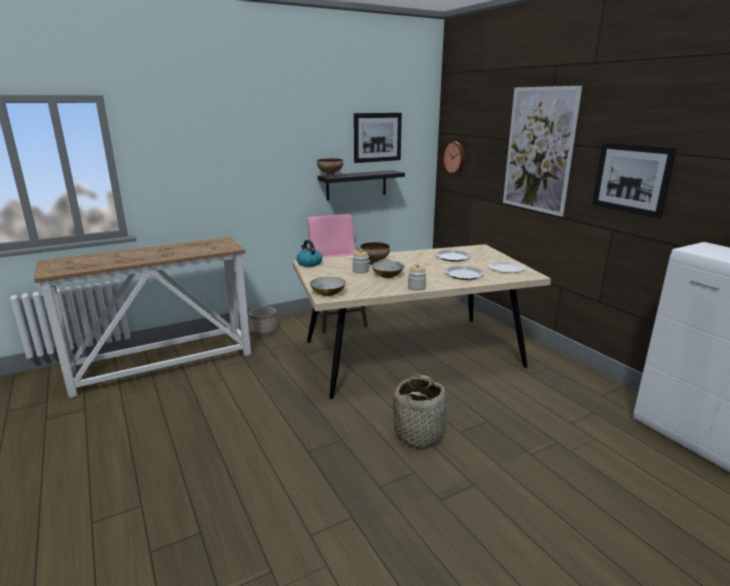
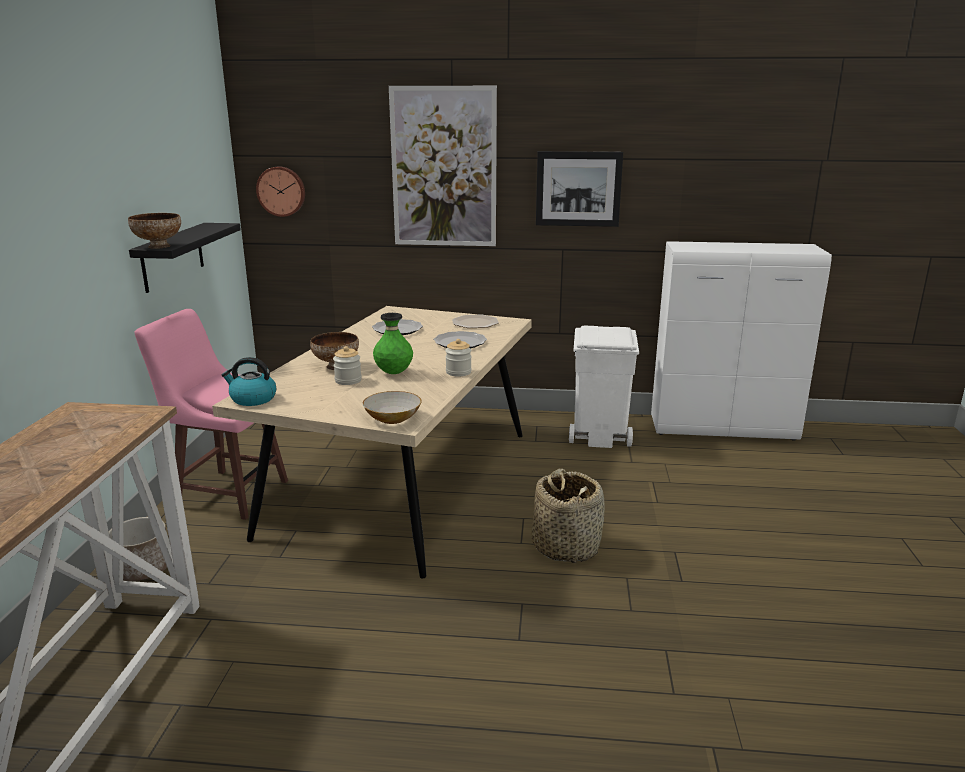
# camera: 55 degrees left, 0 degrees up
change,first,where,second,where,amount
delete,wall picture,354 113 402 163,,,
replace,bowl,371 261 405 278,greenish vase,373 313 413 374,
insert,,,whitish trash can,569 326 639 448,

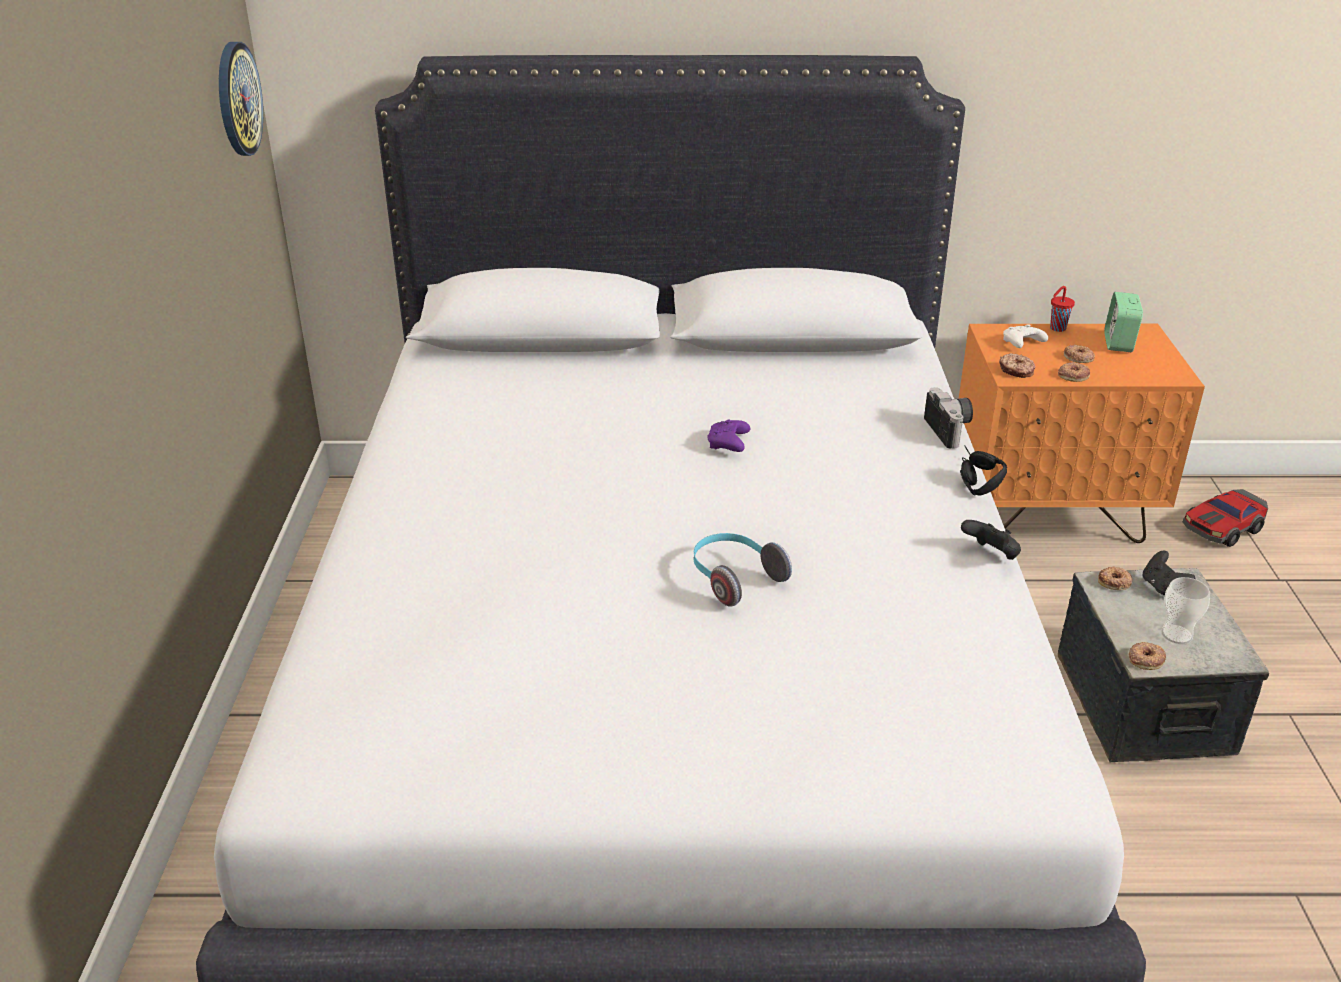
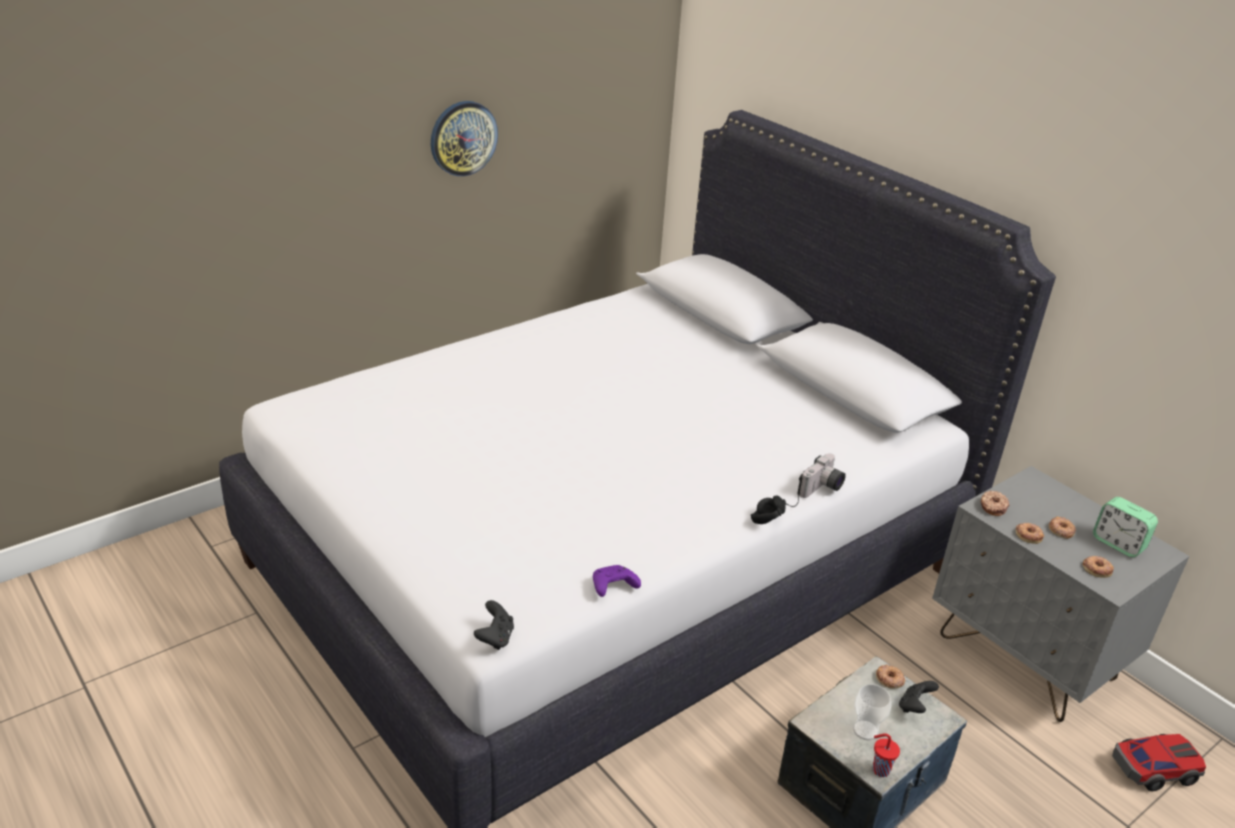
# camera: 50 degrees right, 0 degrees up
change,first,where,second,where,amount
move,hanging clock,219 42 263 156,,431 101 498 176,
delete,pair of headphones,694 533 792 607,,,
move,purple-coloured game controller,708 419 750 452,,593 565 641 597,
recolor,orange-coloured night table,959 324 1205 543,greyish night table,932 466 1189 722,
move,black game controller,961 520 1021 560,,474 600 514 650,
delete,whitish game controller,1003 325 1048 348,,,
move,red-coloured drinking cup,1050 286 1075 332,,872 733 900 777,
rotate,table clock,1104 292 1143 352,,1093 497 1158 557,105 degrees counterclockwise
move,doughnut,1129 642 1166 670,,1083 556 1114 578,
rotate,miniature car,1182 489 1268 547,,1112 734 1206 791,150 degrees clockwise

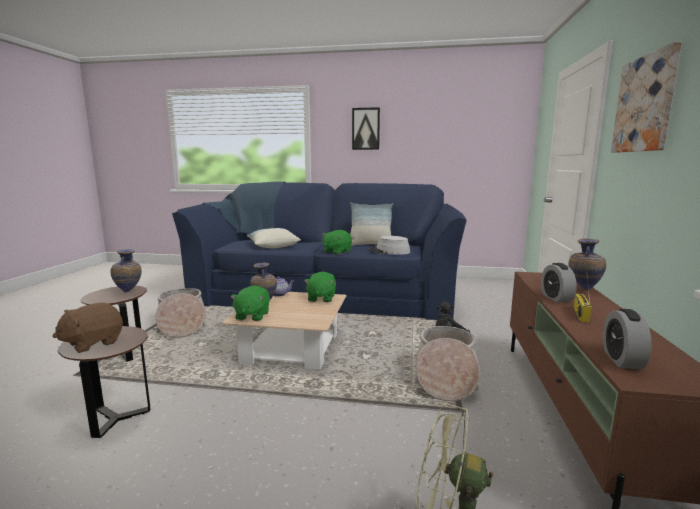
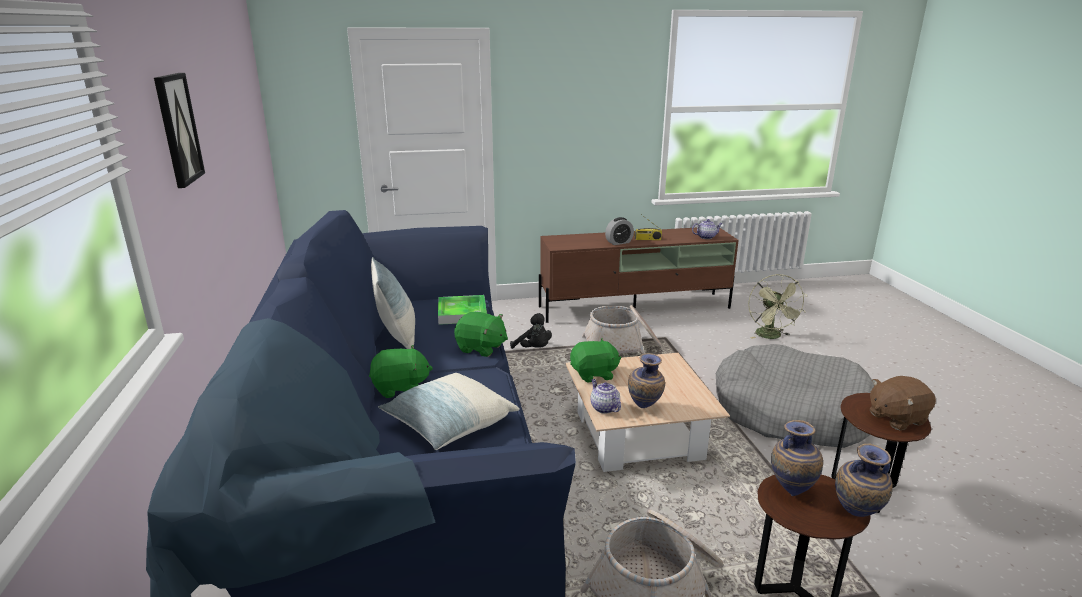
# camera: 110 degrees left, 10 degrees up
change,first,where,second,where,amount
rotate,brownish plush toy,53 302 123 353,,869 376 936 431,135 degrees clockwise
move,greenish plush toy,230 286 270 321,,369 345 433 398,
replace,greyish wearable hat,368 236 410 255,carrying tray,438 295 487 325,
move,vase,569 239 606 290,,835 443 893 517,
replace,table clock,603 309 651 370,pot for tea,692 219 723 239,
delete,wall picture,611 42 682 153,,,
insert,,,greyish pet bed,716 344 874 448,

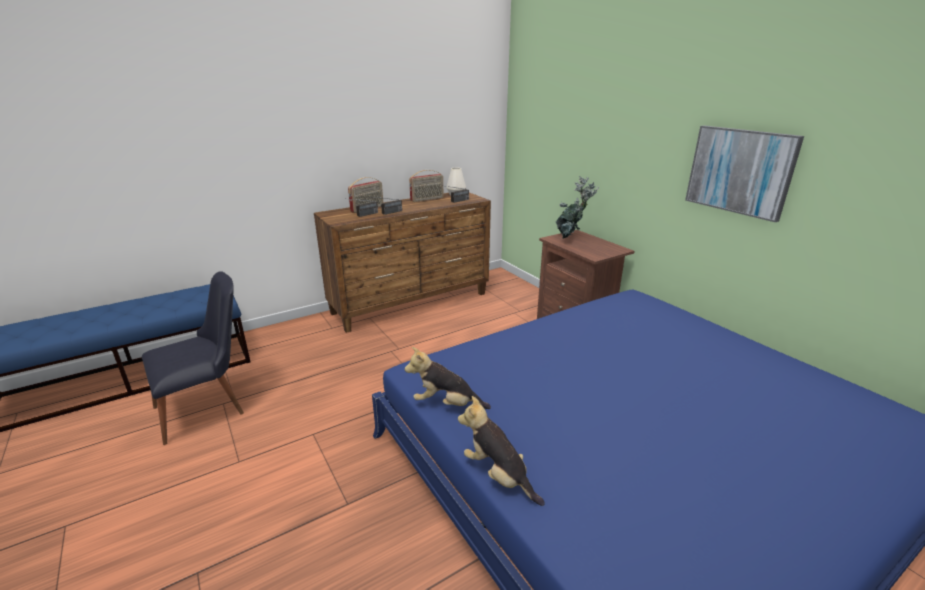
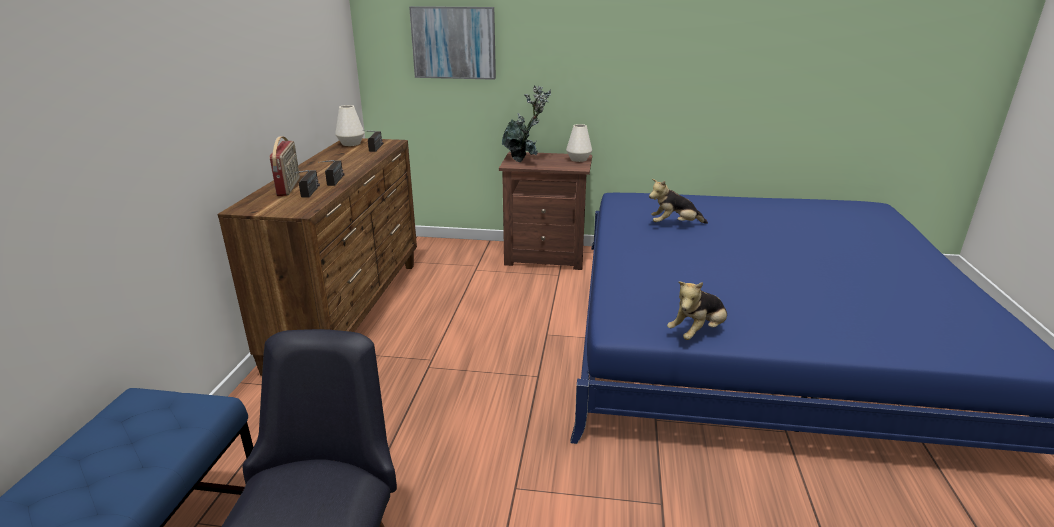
# camera: 50 degrees left, 0 degrees up
change,first,where,second,where,amount
delete,radio,409 170 443 202,,,
move,plush toy,458 396 545 506,,649 179 708 224,
move,wall picture,685 126 804 222,,409 6 496 80,
insert,,,whitish vase,566 124 592 162,

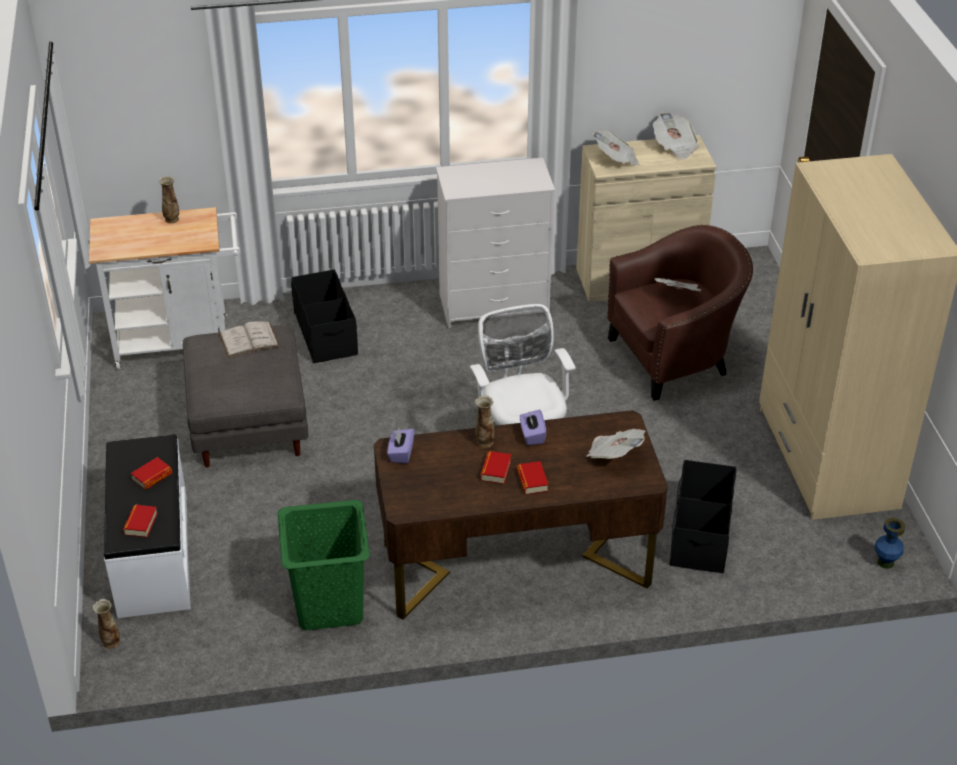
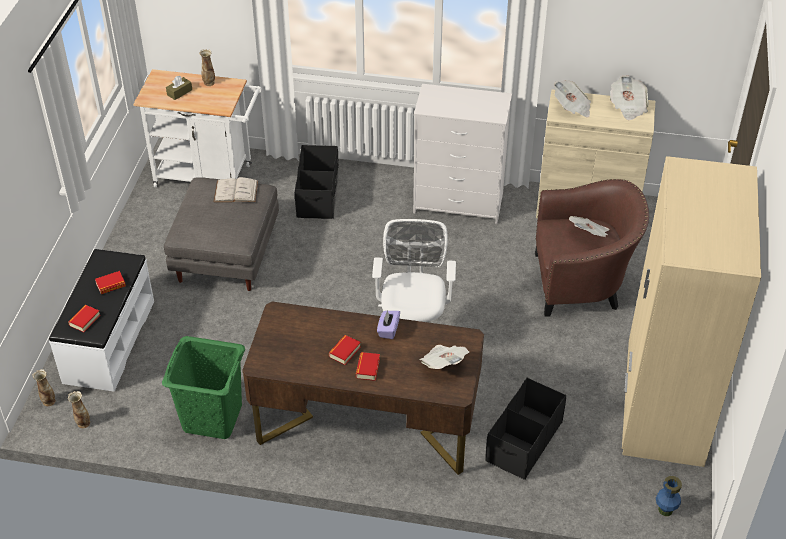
# camera: 20 degrees right, 5 degrees up
change,first,where,second,where,amount
delete,purple-coloured box of tissues,387 428 414 464,,,
move,vase,475 395 495 448,,68 391 90 428,
insert,,,brownish box of tissues,166 76 192 100,

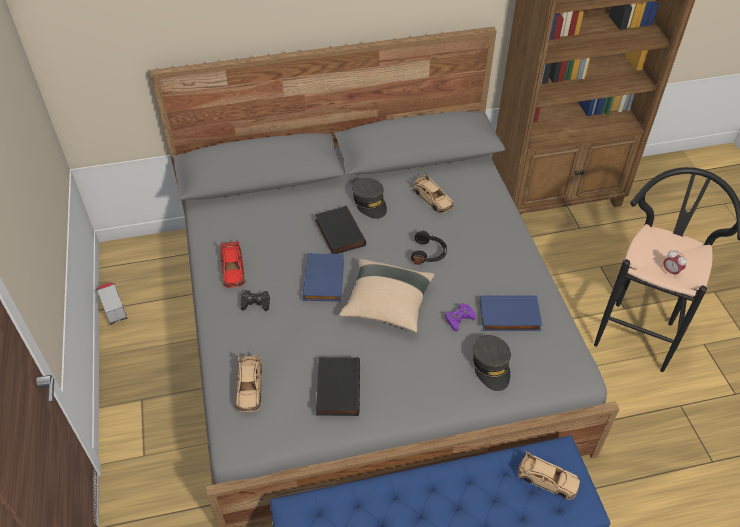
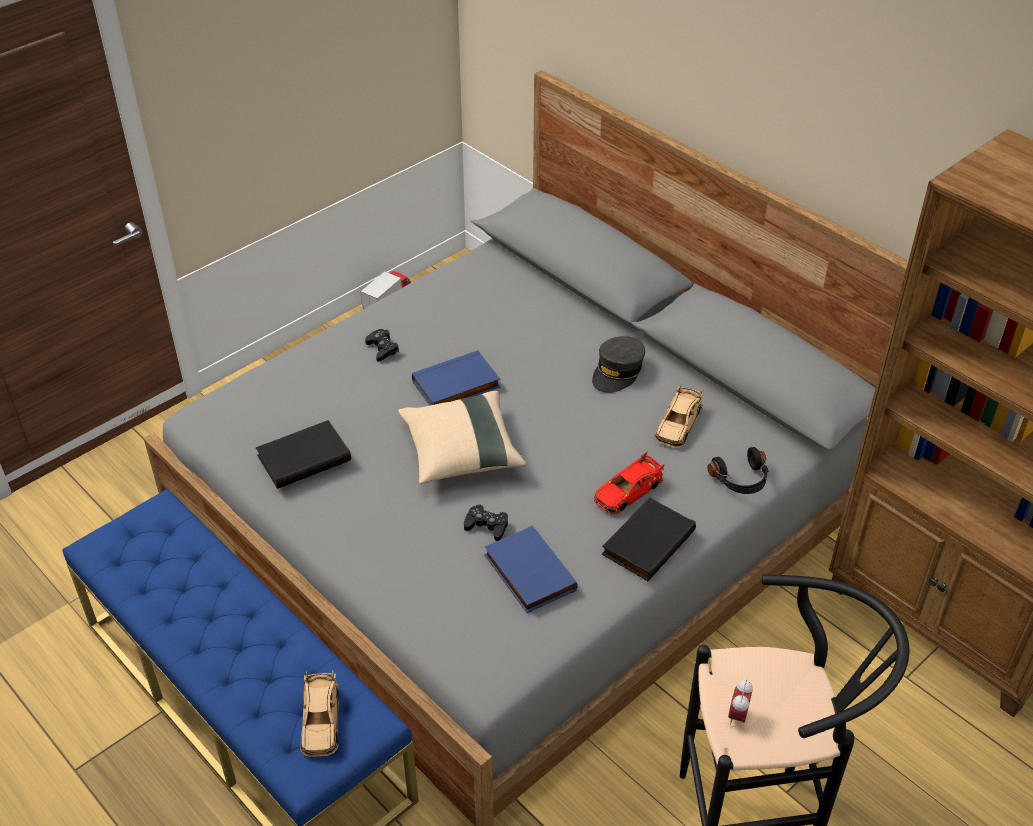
# camera: 60 degrees right, 5 degrees down
change,first,where,second,where,amount
move,red-coloured miniature car,220 240 246 288,,594 452 664 514,
delete,beige miniature car,236 353 262 412,,,
move,black bound book,315 206 366 254,,602 497 696 581,
move,black pair of headphones,411 230 447 265,,707 447 769 494,
recolor,purple-coloured game controller,445 303 476 332,black game controller,464 504 508 541,
delete,greyish cap,472 335 511 391,,,

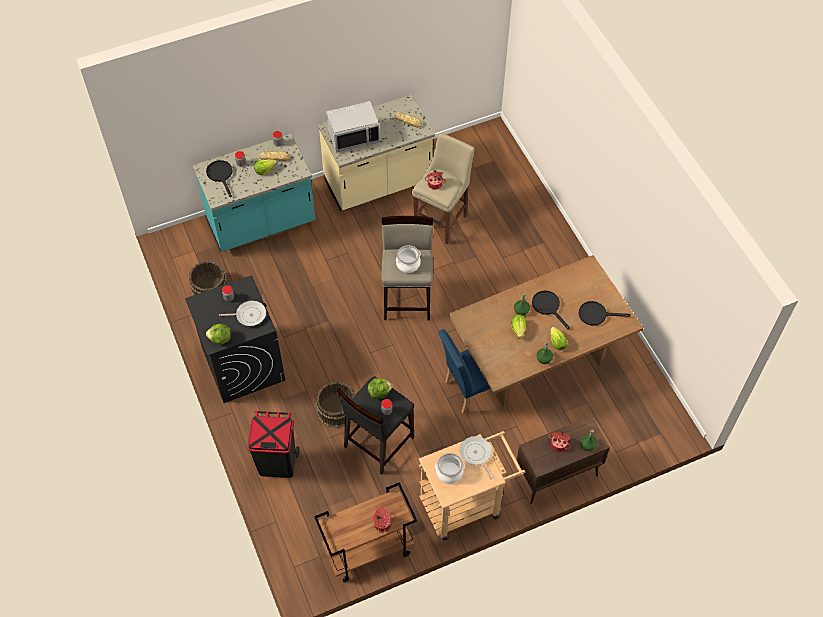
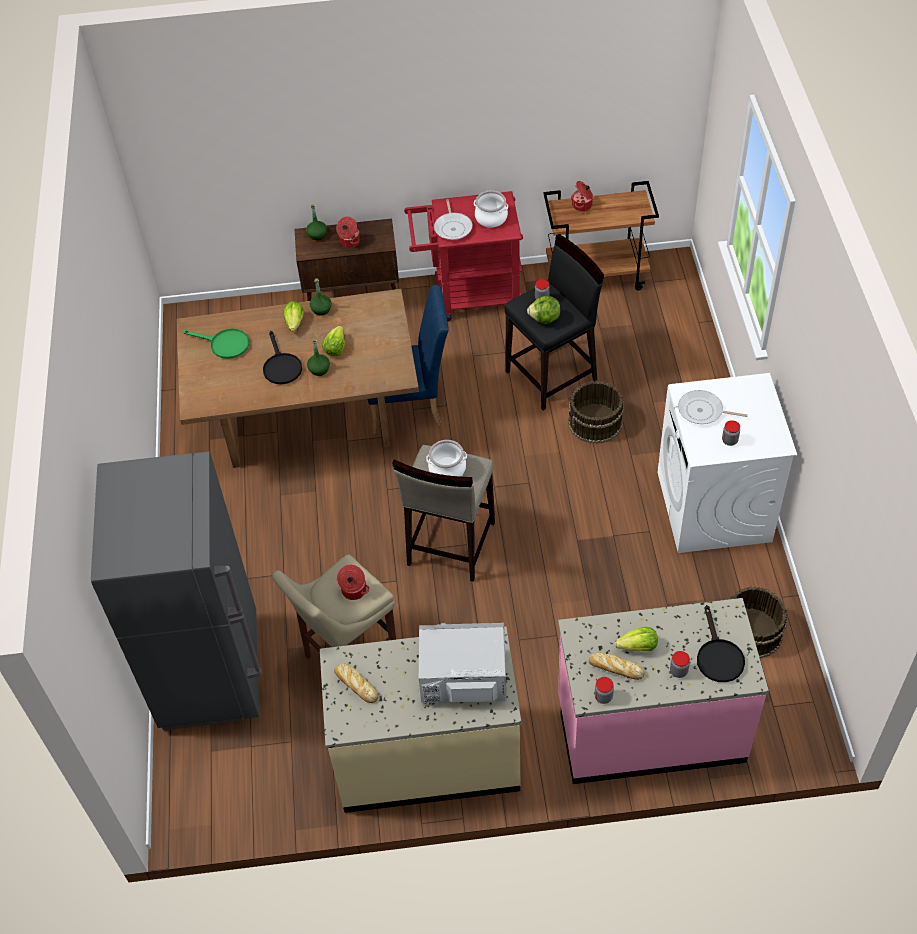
# camera: 160 degrees left, 5 degrees down
change,first,where,second,where,amount
recolor,black washing machine,185 275 285 403,whitish washing machine,657 373 797 553,
recolor,blue-green kitchen base unit,193 134 315 252,pink kitchen base unit,558 598 769 784,
delete,lettuce head,206 324 231 345,,,
delete,black trash can,247 411 299 478,,,
recolor,beige trolley,419 431 525 541,red-coloured trolley,404 191 523 322,
recolor,black pan,579 301 631 326,greenish pan,183 328 249 359,
insert,,,greyish refrigerator,91 452 262 730,

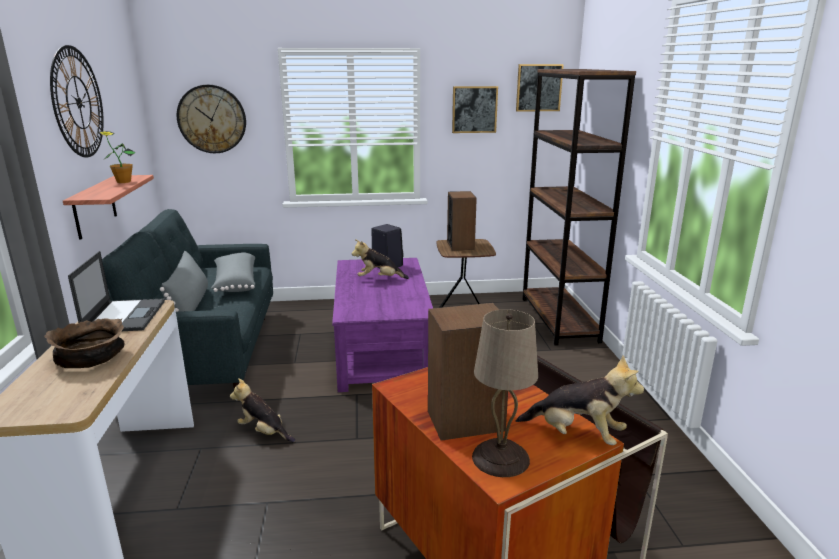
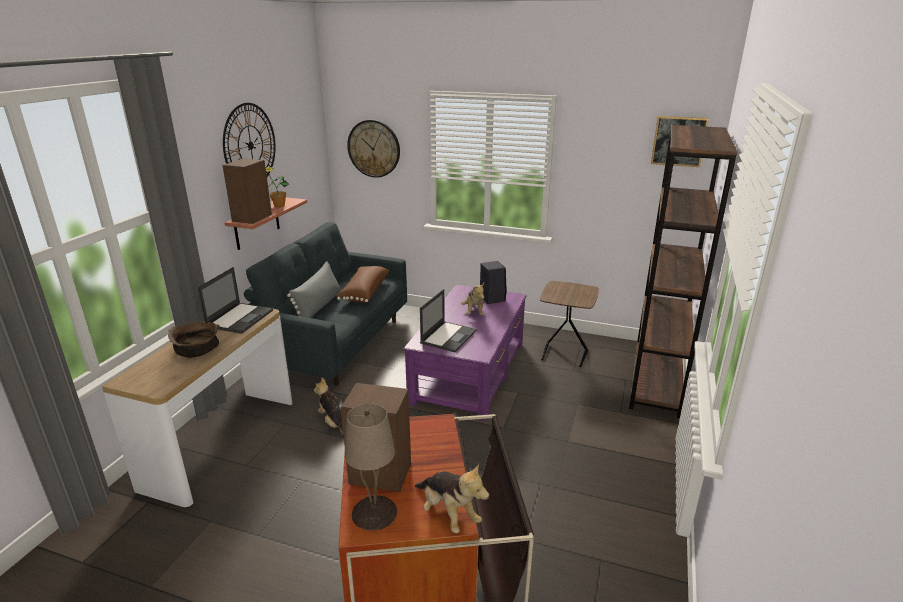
# camera: 25 degrees right, 5 degrees up
change,first,where,second,where,amount
recolor,greyish pillow,211 252 255 292,brownish pillow,336 266 389 303,
rotate,plush toy,351 239 409 279,,461 283 484 315,120 degrees counterclockwise
move,audio speaker,447 191 477 250,,223 158 272 224,
delete,wall picture,452 86 498 133,,,
insert,,,portable computer,420 289 476 352,

